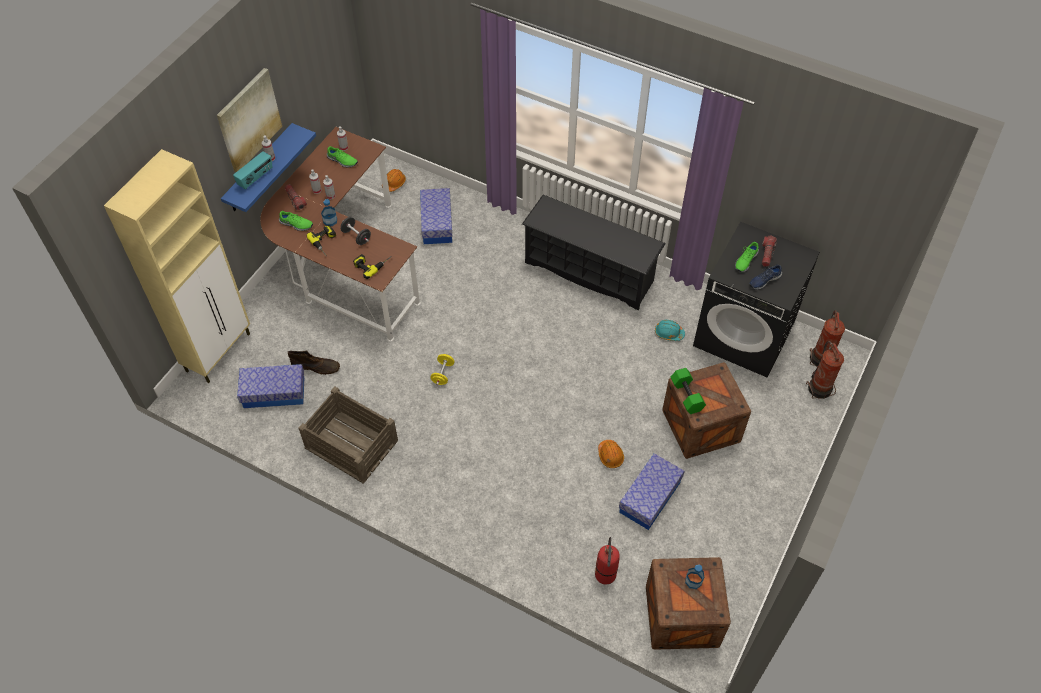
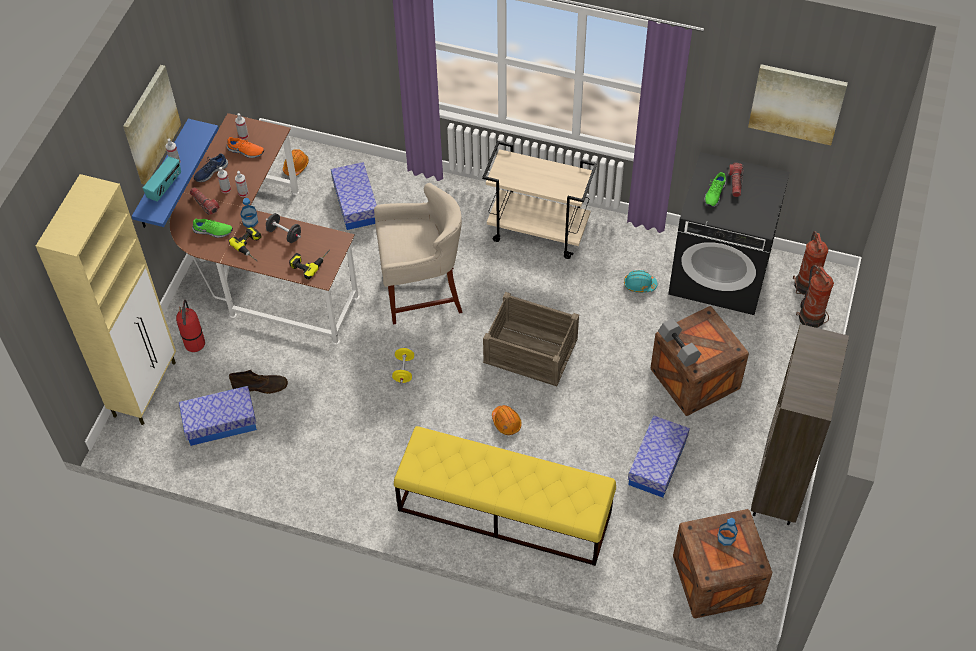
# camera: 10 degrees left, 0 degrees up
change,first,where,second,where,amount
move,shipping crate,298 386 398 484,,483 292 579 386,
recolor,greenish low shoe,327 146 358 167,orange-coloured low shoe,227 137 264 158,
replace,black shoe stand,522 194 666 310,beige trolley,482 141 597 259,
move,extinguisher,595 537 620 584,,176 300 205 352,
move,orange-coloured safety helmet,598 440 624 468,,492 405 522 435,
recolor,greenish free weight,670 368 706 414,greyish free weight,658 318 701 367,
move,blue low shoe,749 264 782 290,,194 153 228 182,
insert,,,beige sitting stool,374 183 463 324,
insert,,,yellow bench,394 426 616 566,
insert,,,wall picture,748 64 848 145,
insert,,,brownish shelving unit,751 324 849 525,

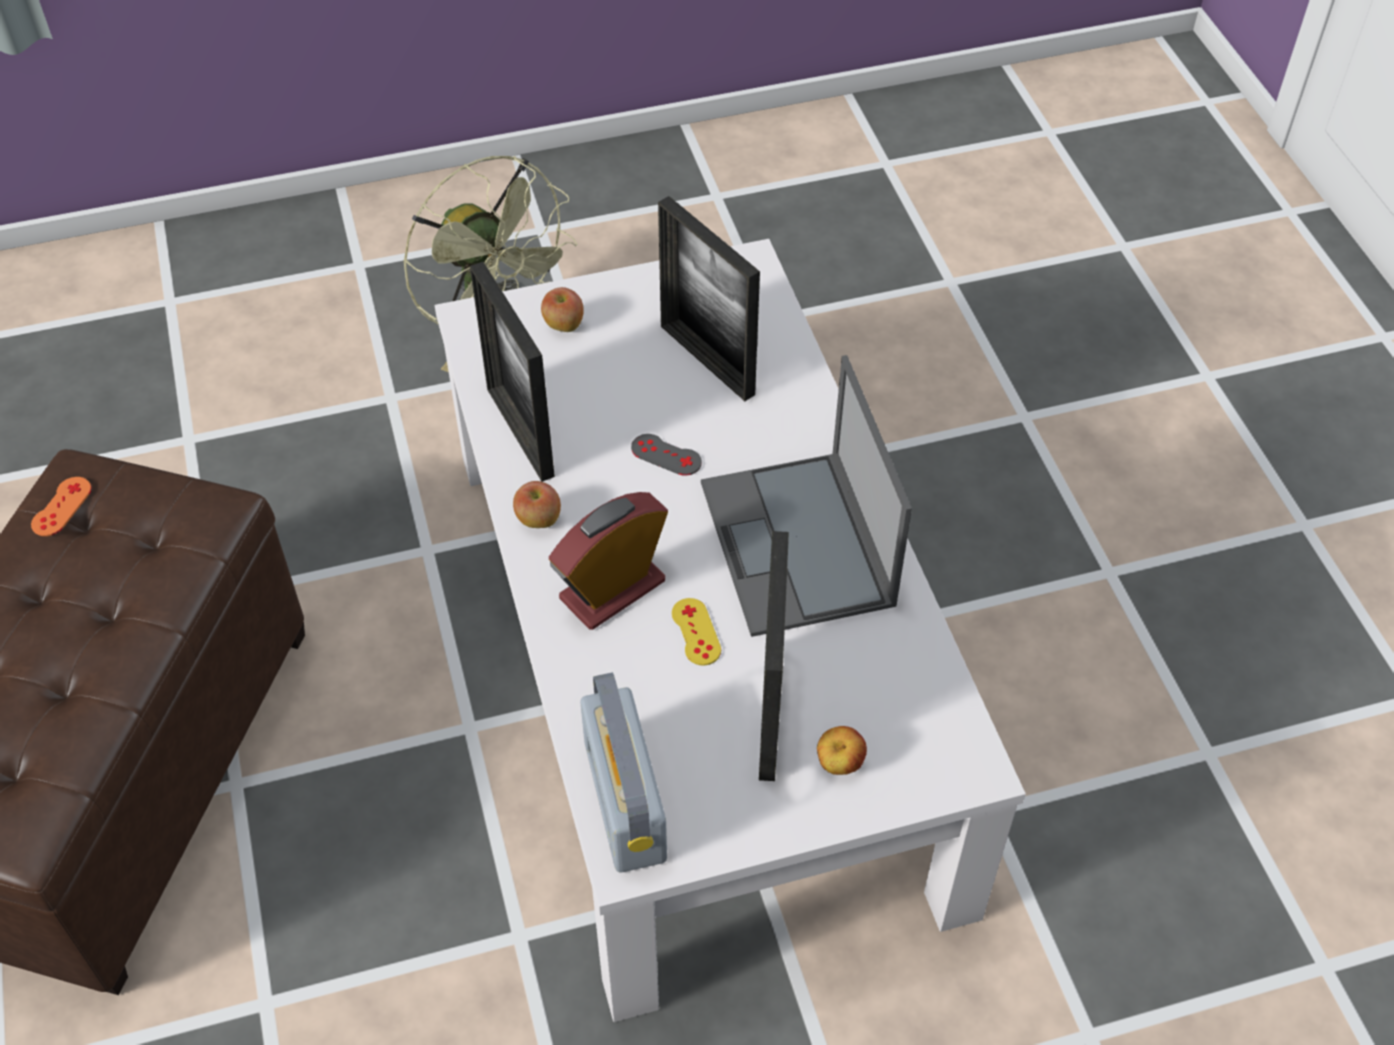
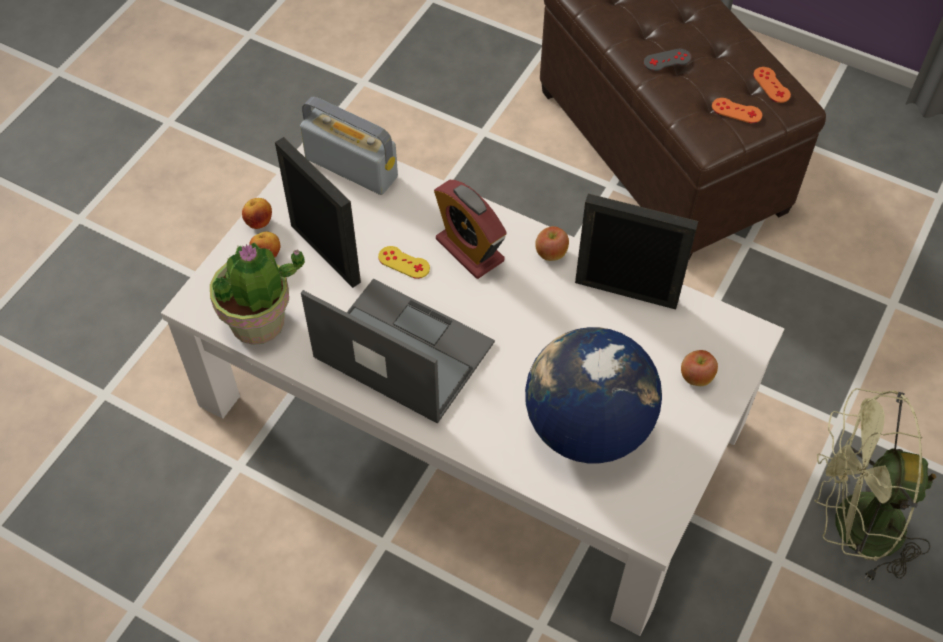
# camera: 135 degrees right, 5 degrees up
change,first,where,second,where,amount
rotate,table clock,549 492 668 630,,434 180 507 279,135 degrees clockwise
move,greyish game controller,631 434 702 476,,644 49 691 71,
replace,photo frame,658 196 760 401,world globe,525 327 662 463,
insert,,,houseplant,210 242 305 345,
insert,,,whole apple,242 198 272 229,
insert,,,orange-coloured game controller,712 98 762 123,

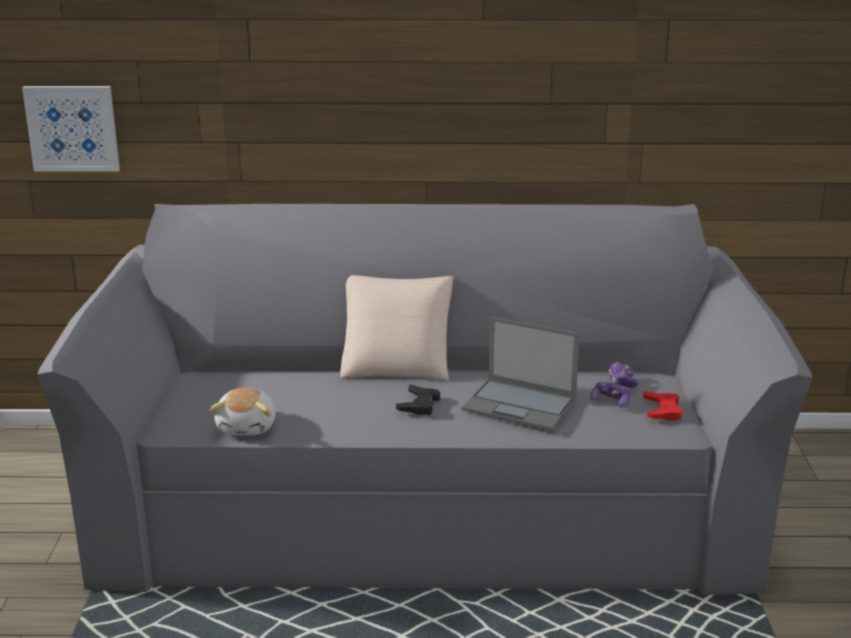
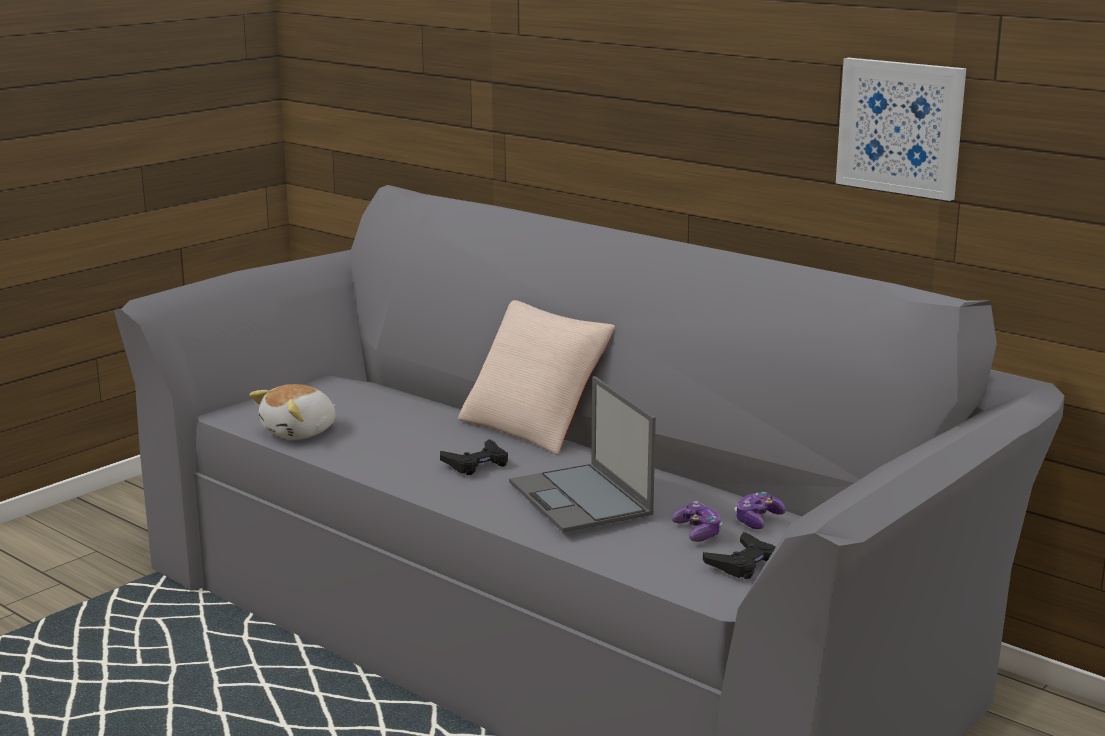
# camera: 40 degrees right, 5 degrees down
change,first,where,second,where,amount
move,wall picture,22 86 120 172,,836 58 966 201,
recolor,red-coloured game controller,643 391 683 420,black game controller,703 532 776 579,

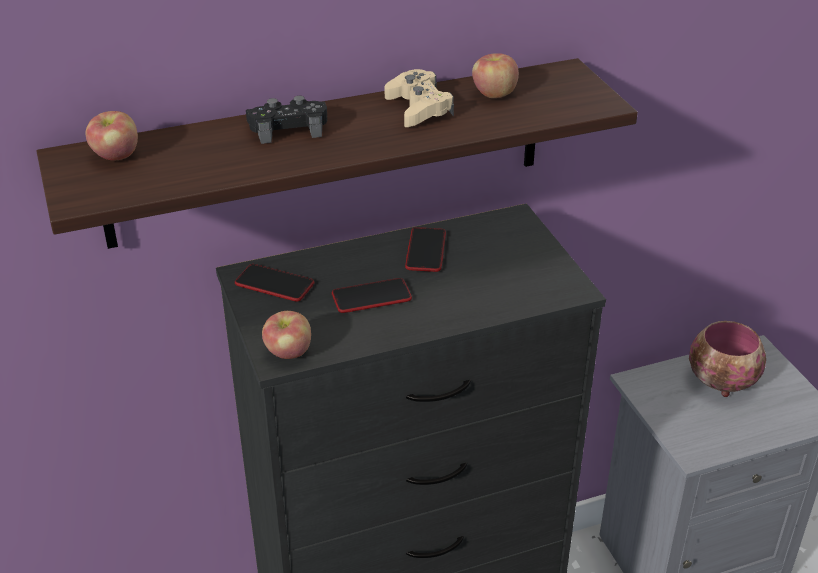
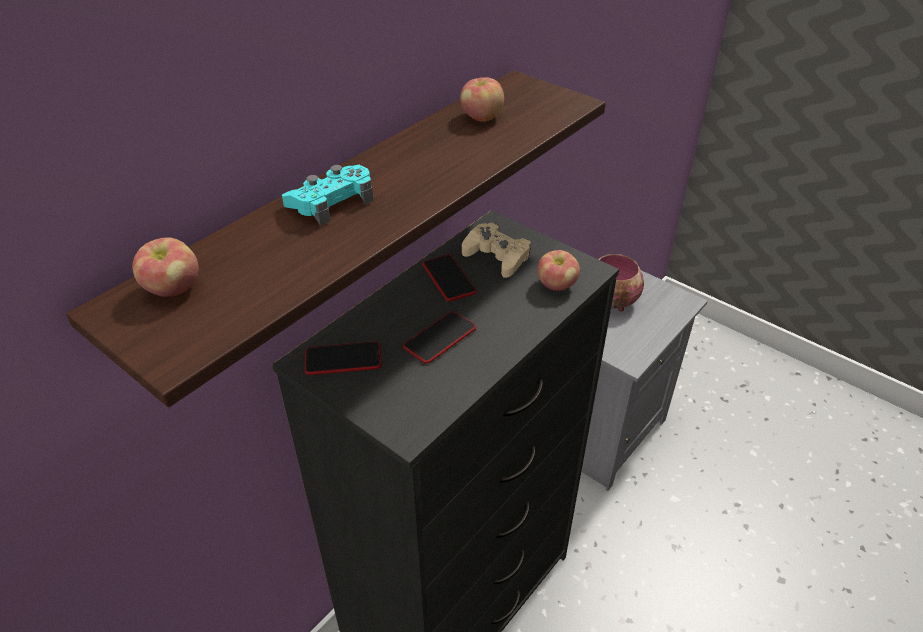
# camera: 30 degrees left, 5 degrees up
change,first,where,second,where,amount
recolor,black game controller,246 96 327 144,blue-green game controller,282 165 373 226,
move,whole apple,262 311 311 359,,537 250 580 291,
move,beige game controller,385 69 454 127,,462 223 531 278,

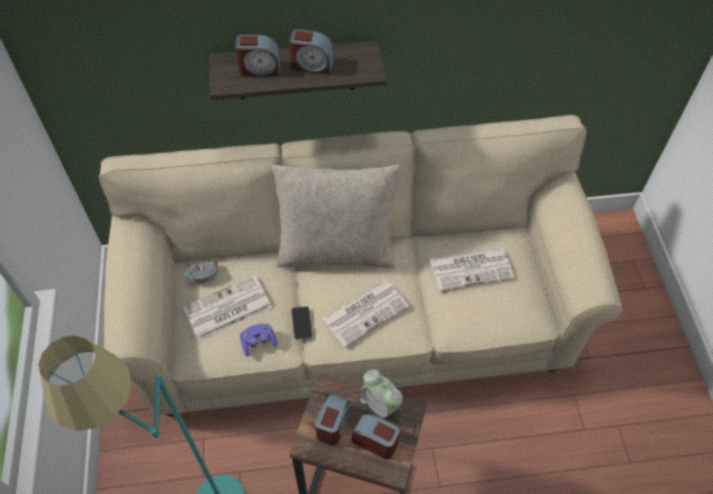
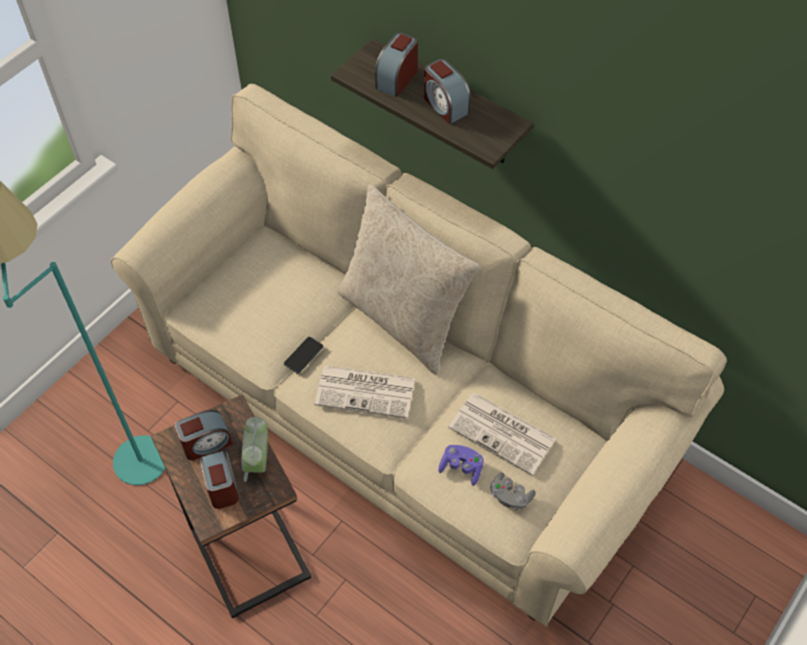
# camera: 45 degrees right, 0 degrees up
change,first,where,second,where,amount
delete,daily paper,183 275 272 341,,,
move,greyish game controller,185 260 218 283,,490 472 536 510,
rotate,table clock,235 34 280 76,,375 32 418 97,75 degrees clockwise
move,purple-coloured game controller,240 323 277 357,,438 445 484 486,

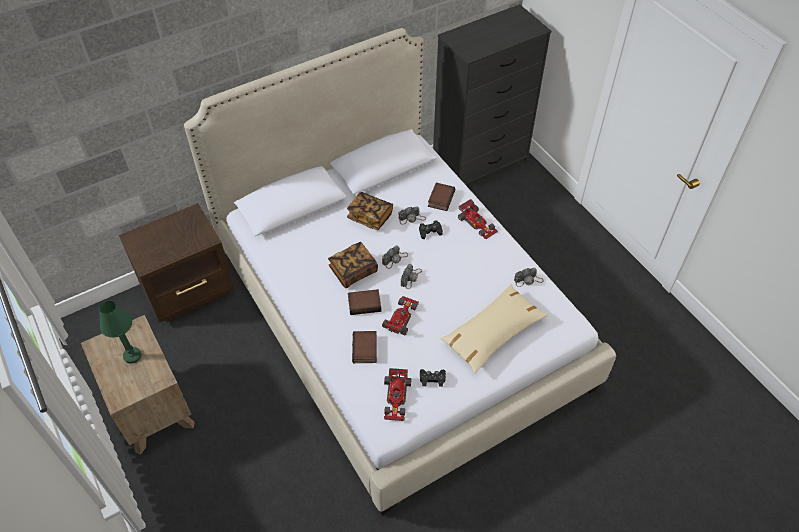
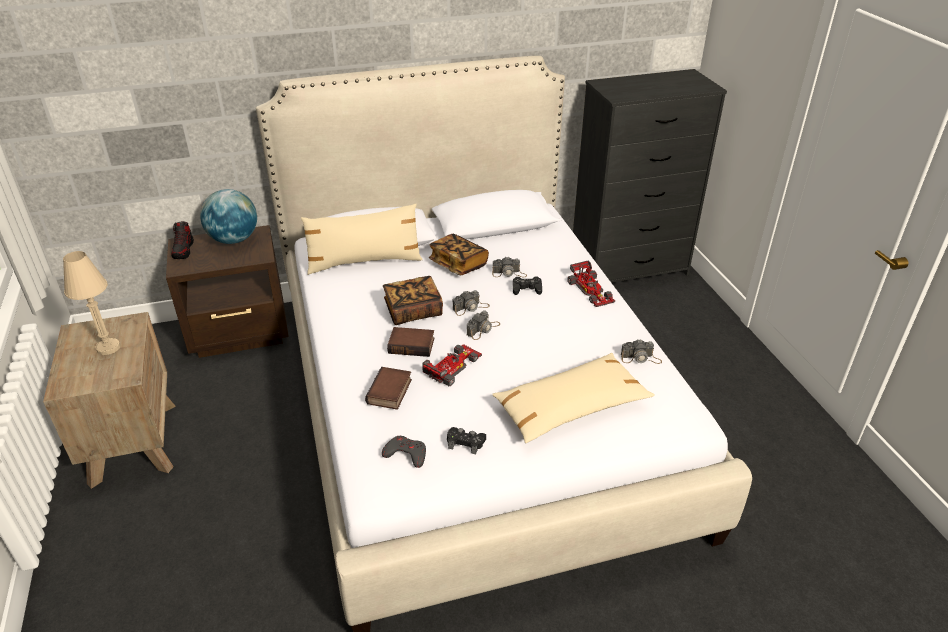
# camera: 15 degrees right, 15 degrees down
change,first,where,second,where,amount
recolor,greenish lamp for a table,99 301 141 364,beige lamp for a table,63 251 120 355,
replace,miniature car,384 368 412 421,greyish game controller,382 436 426 468,
delete,bound book,428 183 455 211,,,
insert,,,low shoe,171 221 194 259,
insert,,,world globe,200 189 257 244,
insert,,,beige pillow,301 204 423 275,

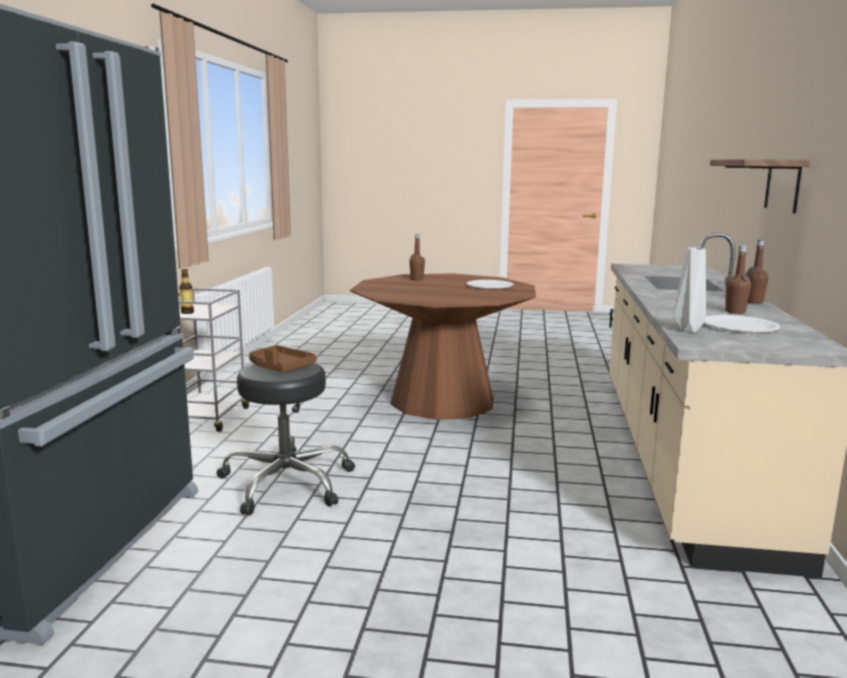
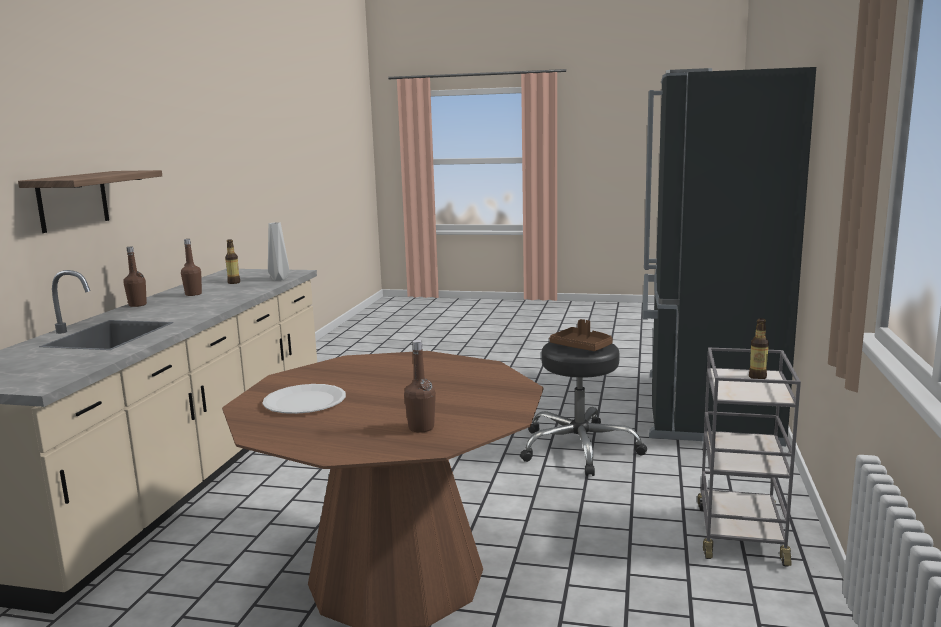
# camera: 175 degrees left, 0 degrees up
change,first,where,second,where,amount
replace,whitish dinner plate,704 315 780 333,bottle,225 239 240 284,

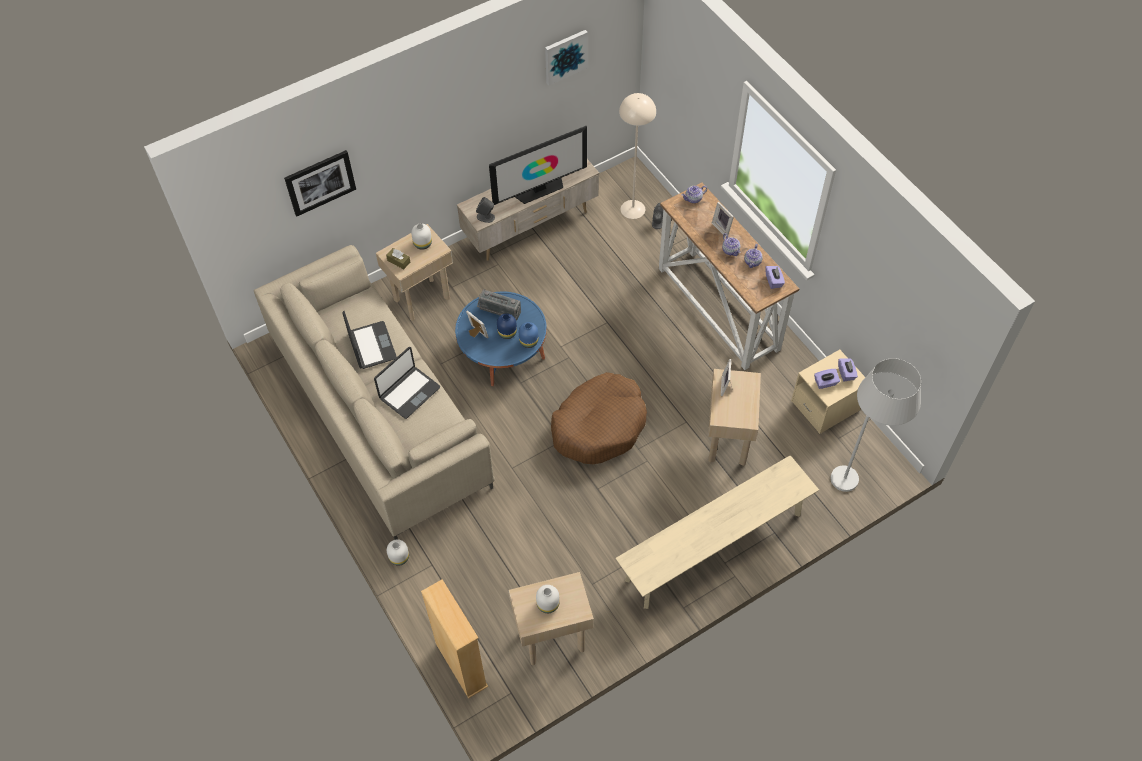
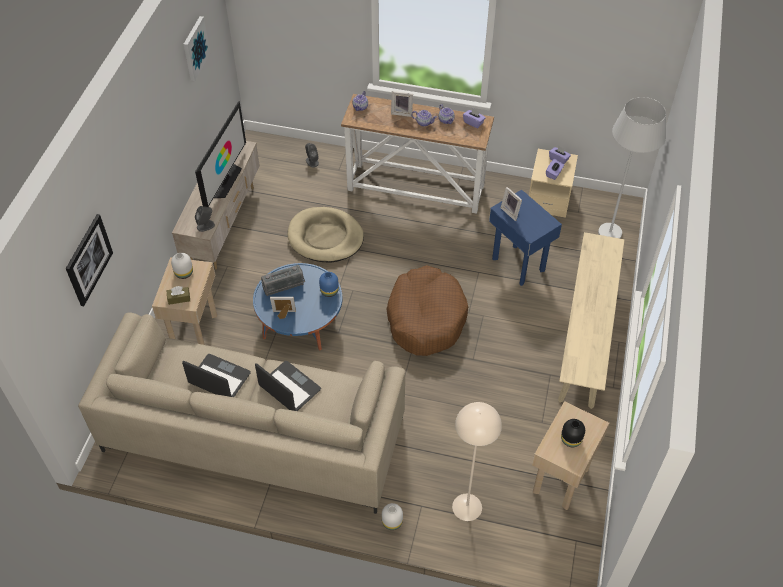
# camera: 45 degrees left, 5 degrees down
change,first,where,second,where,amount
rotate,portable computer,374 347 440 419,,255 361 321 411,45 degrees counterclockwise
delete,beige shelving unit,421 579 488 699,,,
delete,blue vase,497 313 517 339,,,
recolor,whitish vase,536 585 560 613,black vase,561 419 585 447,
move,beige floor lamp,619 93 656 219,,452 402 502 521,
recolor,beige side table,708 369 761 466,blue side table,489 190 562 286,
insert,,,beige pet bed,287 207 364 262,

